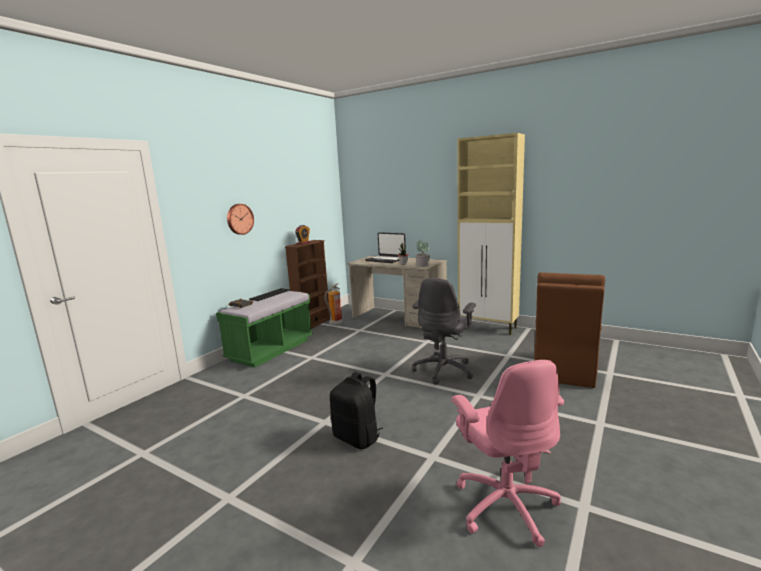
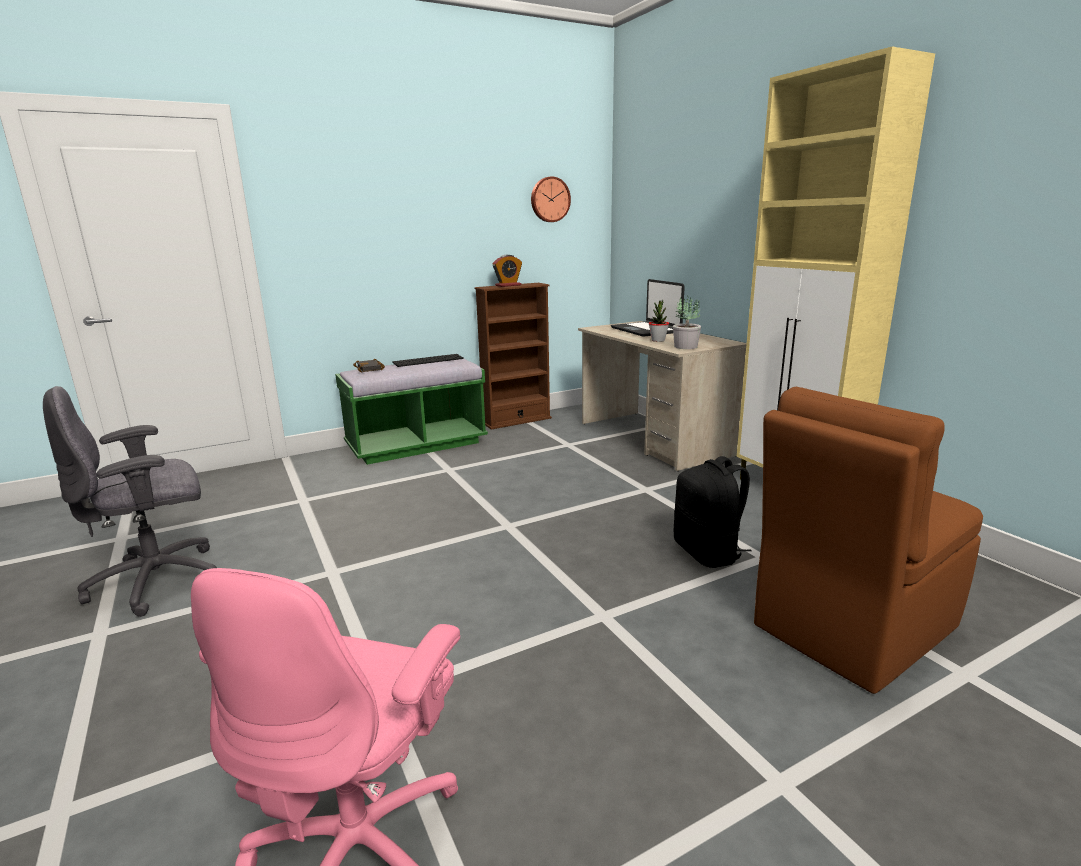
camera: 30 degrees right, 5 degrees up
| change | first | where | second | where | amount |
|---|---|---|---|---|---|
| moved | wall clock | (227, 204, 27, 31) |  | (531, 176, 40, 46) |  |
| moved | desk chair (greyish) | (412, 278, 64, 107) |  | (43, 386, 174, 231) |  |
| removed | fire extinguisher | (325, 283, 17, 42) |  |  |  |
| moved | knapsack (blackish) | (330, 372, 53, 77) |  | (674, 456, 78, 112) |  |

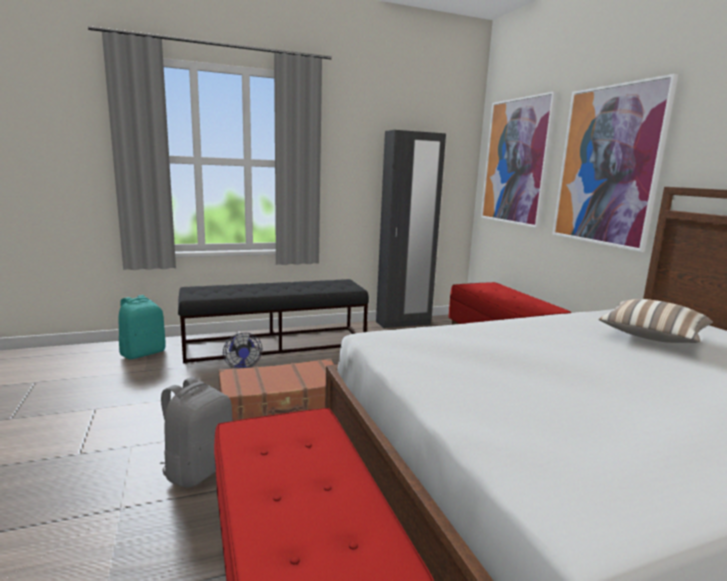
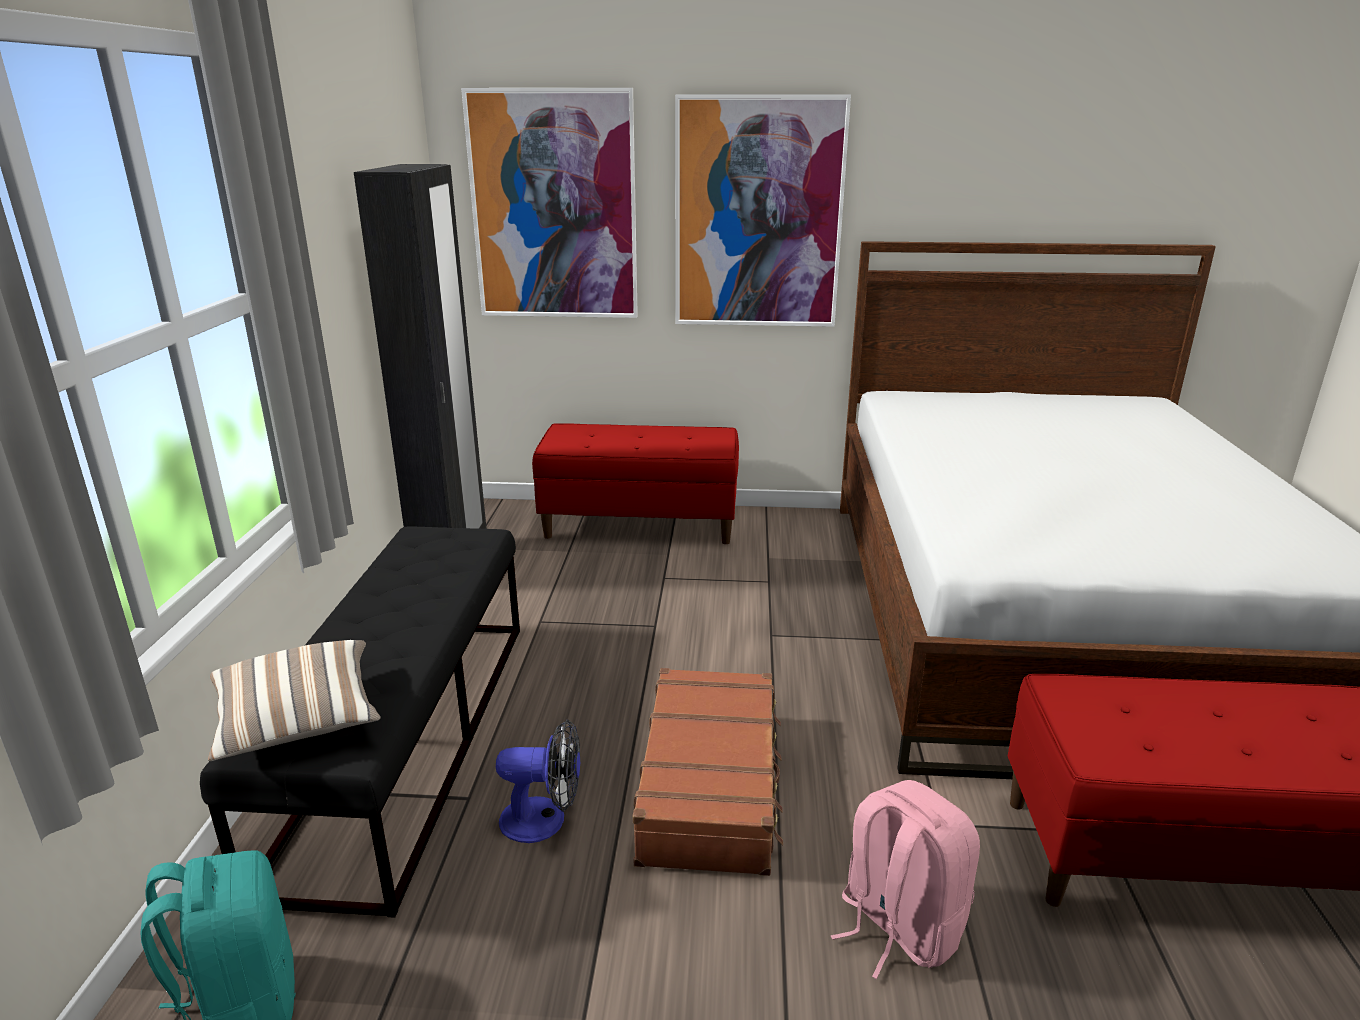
camera: 65 degrees left, 10 degrees up
| change | first | where | second | where | amount |
|---|---|---|---|---|---|
| moved | cushion | (599, 299, 114, 44) |  | (208, 640, 173, 121) |  |
| recoloured | knapsack (greyish) | (160, 377, 72, 110) | knapsack (pinkish) | (831, 780, 149, 199) |  |

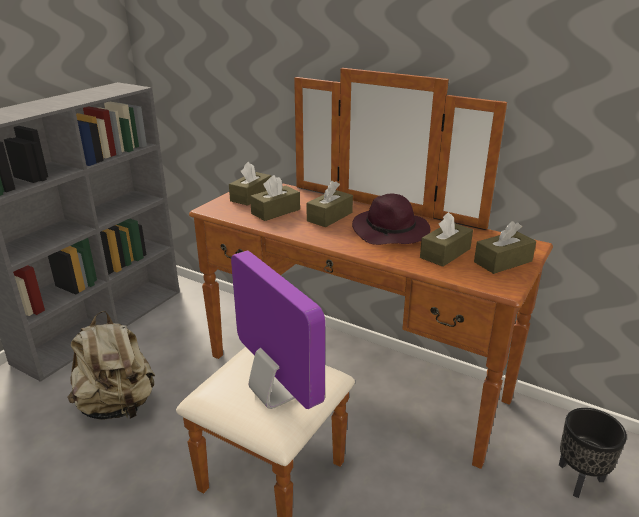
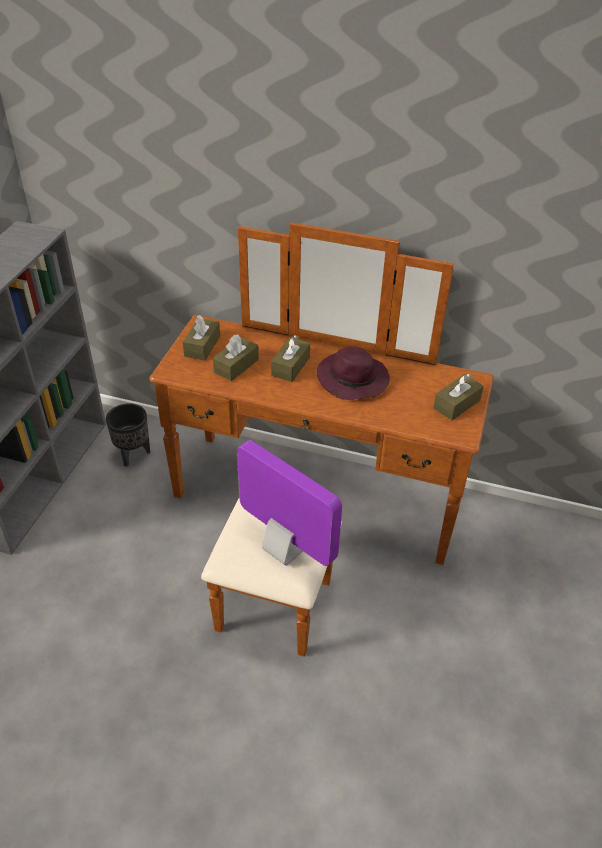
camera: 15 degrees left, 15 degrees up
| change | first | where | second | where | amount |
|---|---|---|---|---|---|
| removed | box of tissues (brownish) | (420, 212, 53, 55) |  |  |  |
| removed | knapsack (sand-coloured) | (67, 311, 88, 110) |  |  |  |
| moved | planter (blackish) | (559, 408, 68, 90) |  | (106, 403, 44, 64) |  |

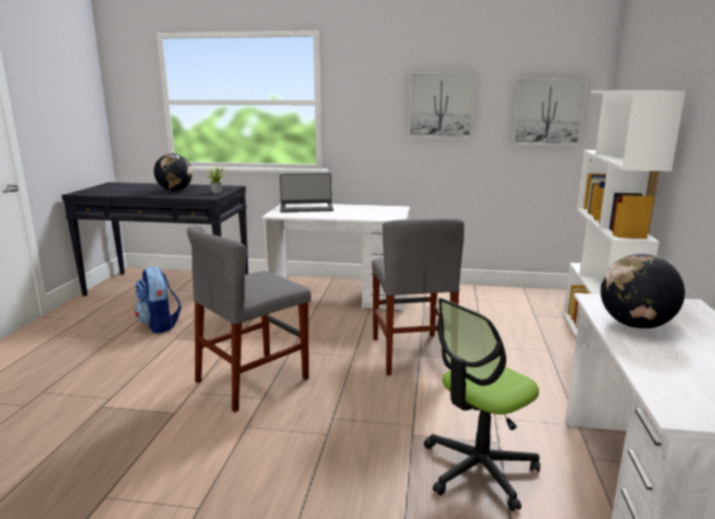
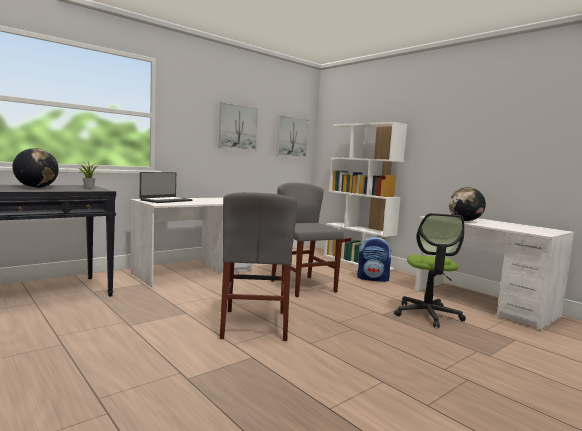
camera: 50 degrees left, 10 degrees down
| change | first | where | second | where | amount |
|---|---|---|---|---|---|
| turned | plain chair (greyish) | (372, 218, 92, 158) |  | (271, 183, 73, 114) | 150 degrees counterclockwise |
| moved | knapsack | (135, 266, 46, 67) |  | (357, 237, 35, 45) |  |

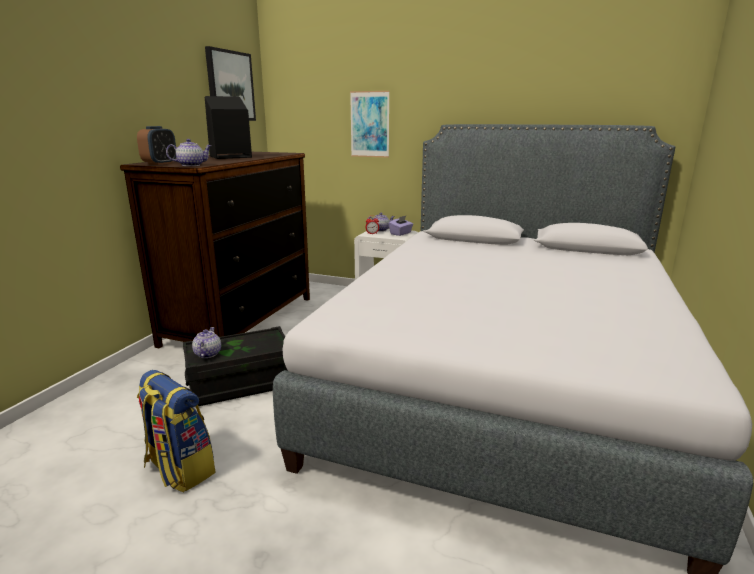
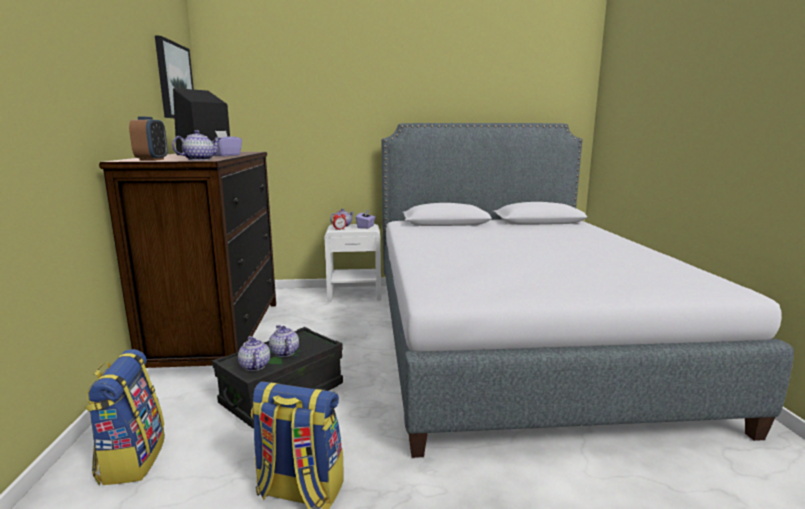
camera: 25 degrees left, 5 degrees down
| change | first | where | second | where | amount |
|---|---|---|---|---|---|
| removed | wall picture | (350, 91, 40, 67) |  |  |  |
| added |  |  | box of tissues (purplish) | (212, 131, 30, 25) |  |
| added |  |  | pot for tea | (269, 325, 30, 32) |  |
| added |  |  | knapsack | (85, 349, 80, 136) |  |

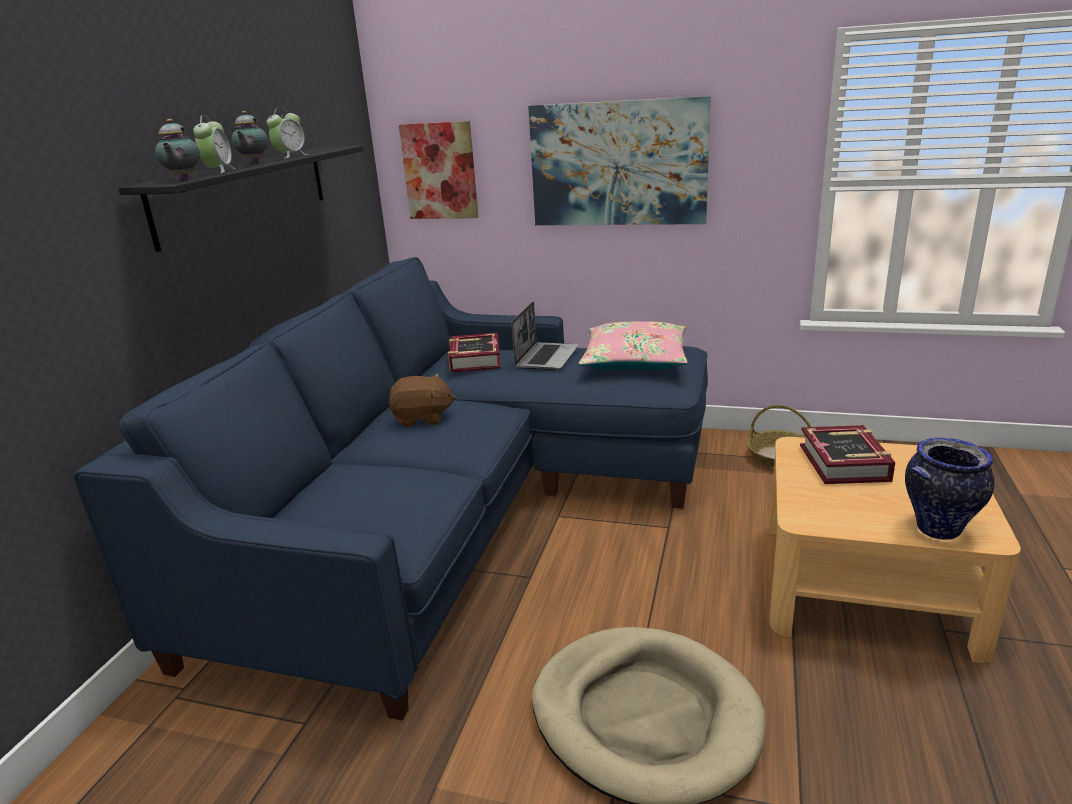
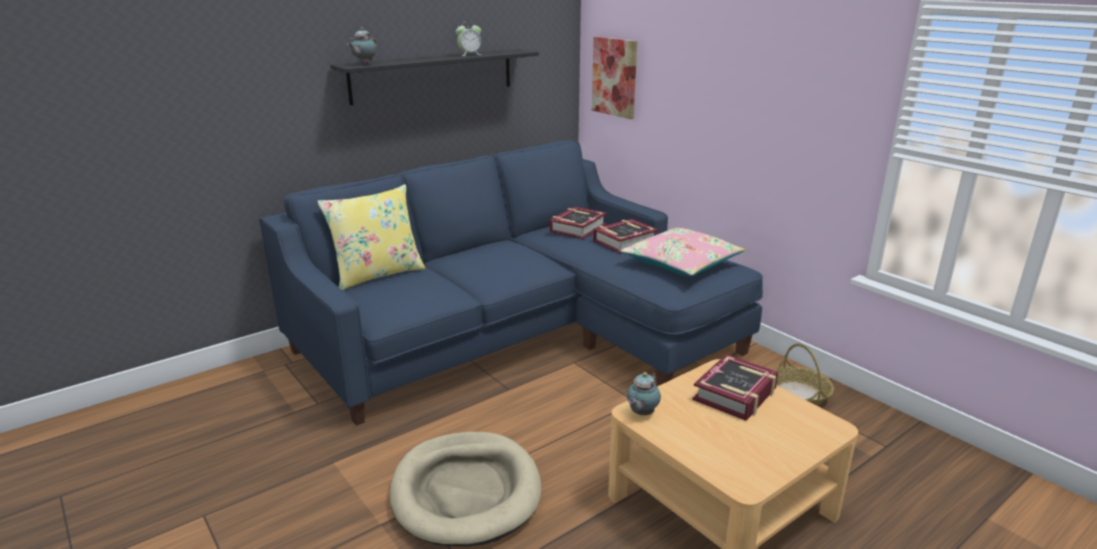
camera: 35 degrees right, 0 degrees up
| change | first | where | second | where | amount |
|---|---|---|---|---|---|
| removed | wall picture | (528, 96, 183, 129) |  |  |  |
| moved | pot for tea | (231, 111, 37, 52) |  | (627, 372, 34, 43) |  |
| removed | table clock | (193, 115, 43, 58) |  |  |  |
| replaced | portable computer | (512, 302, 67, 68) | bound book | (593, 219, 66, 34) |  |
| removed | cuddly toy (brownish) | (389, 374, 67, 53) |  |  |  |
| removed | decorative vase | (905, 438, 89, 102) |  |  |  |
| added |  |  | cushion (yellow-coloured) | (317, 185, 108, 105) |  |

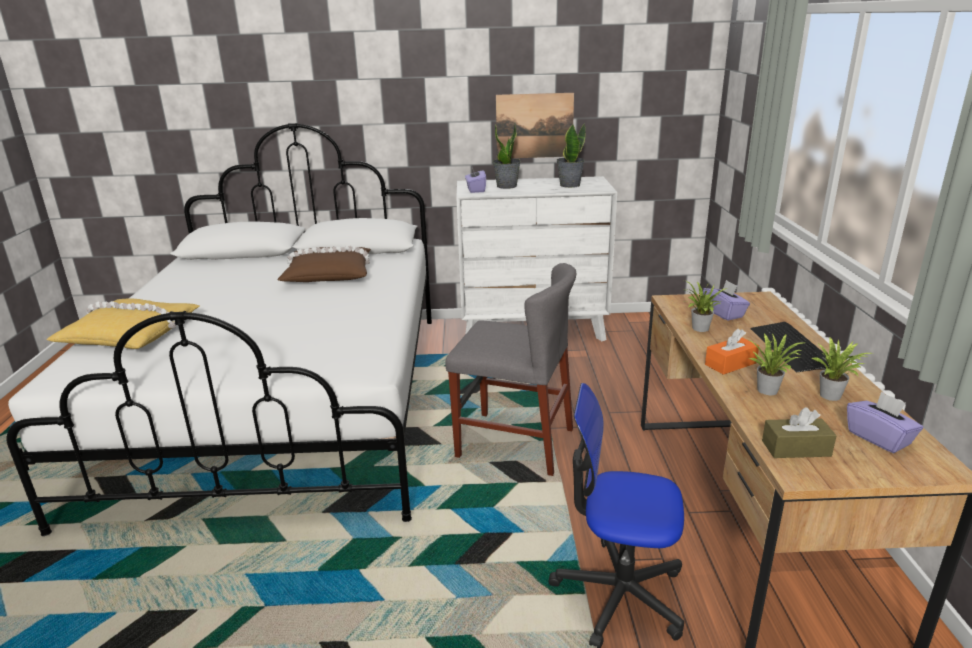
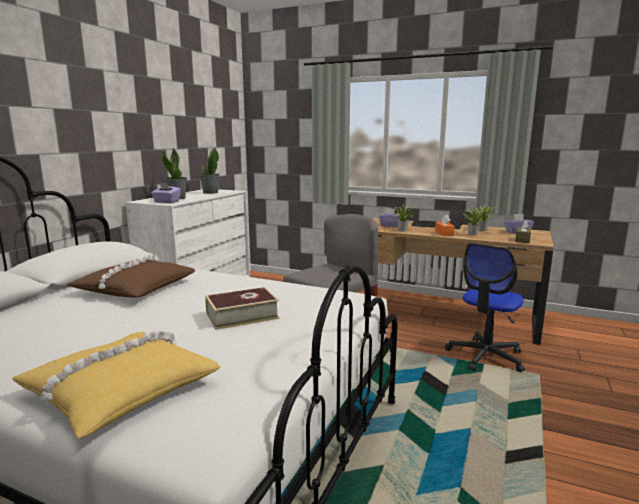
camera: 65 degrees left, 10 degrees down
| change | first | where | second | where | amount |
|---|---|---|---|---|---|
| removed | wall picture | (496, 93, 78, 66) |  |  |  |
| added |  |  | bound book | (205, 287, 74, 43) |  |

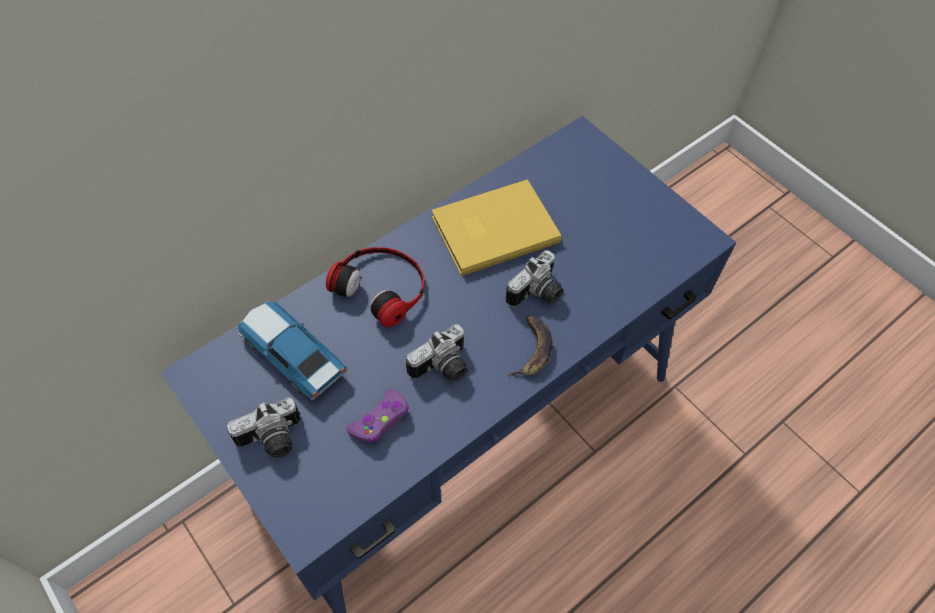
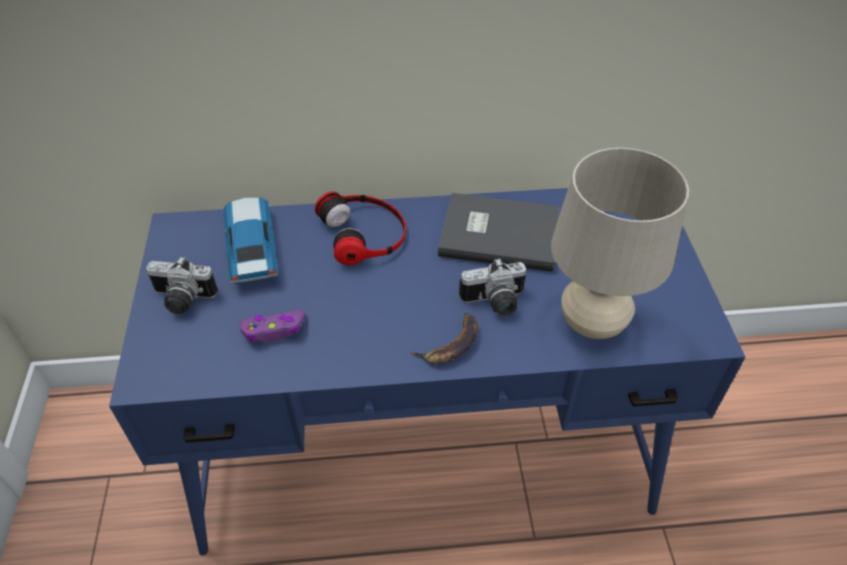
camera: 35 degrees right, 10 degrees down
| change | first | where | second | where | amount |
|---|---|---|---|---|---|
| recoloured | bound book (yellow-coloured) | (431, 179, 131, 97) | bound book (greyish) | (438, 193, 122, 79) |  |
| removed | still camera | (406, 324, 62, 58) |  |  |  |
| added |  |  | tabletop lamp (sand-coloured) | (551, 147, 138, 192) |  |

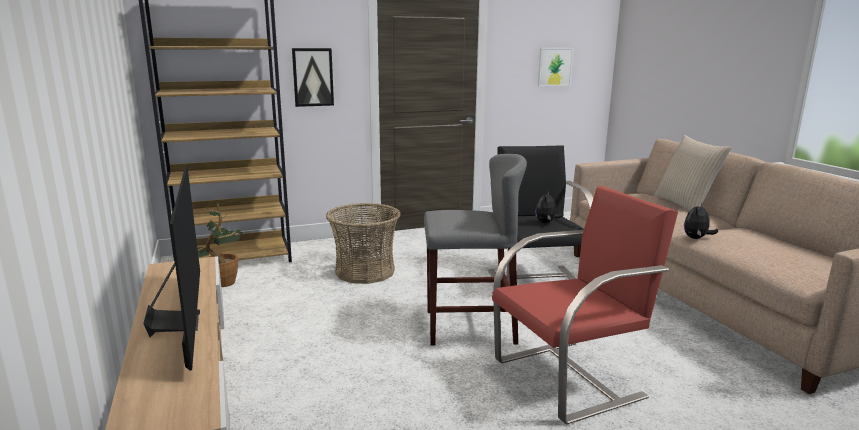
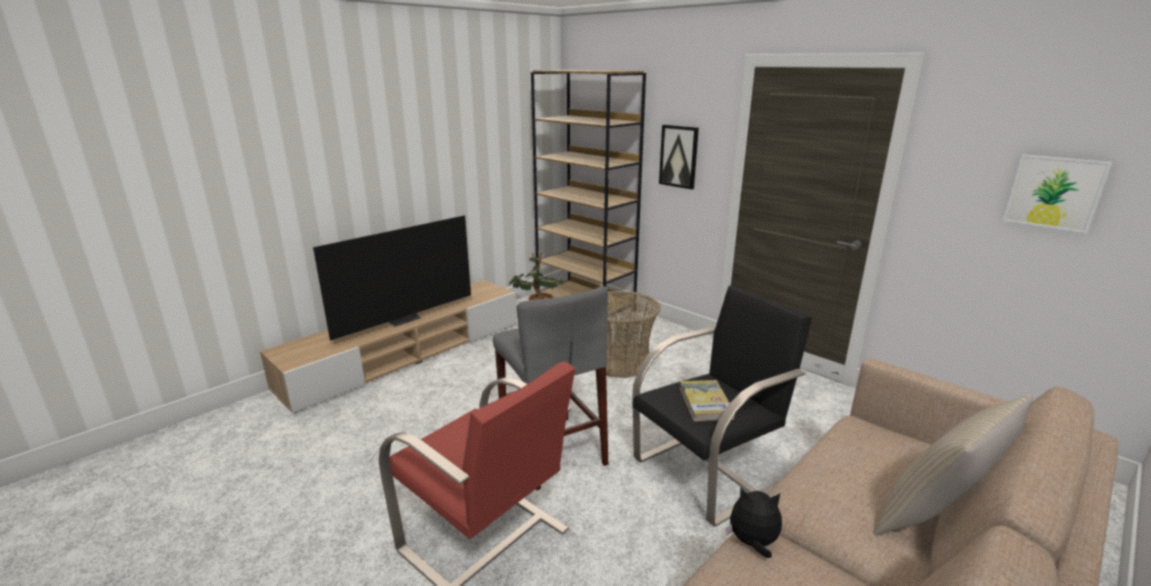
camera: 65 degrees right, 5 degrees up
| change | first | where | second | where | amount |
|---|---|---|---|---|---|
| replaced | cuddly toy | (535, 191, 29, 32) | bound book | (680, 380, 55, 41) |  |

